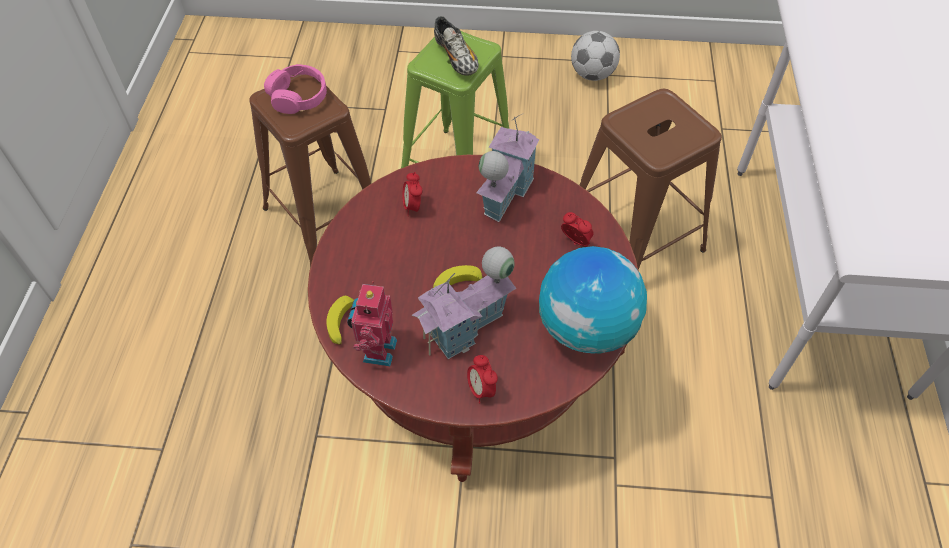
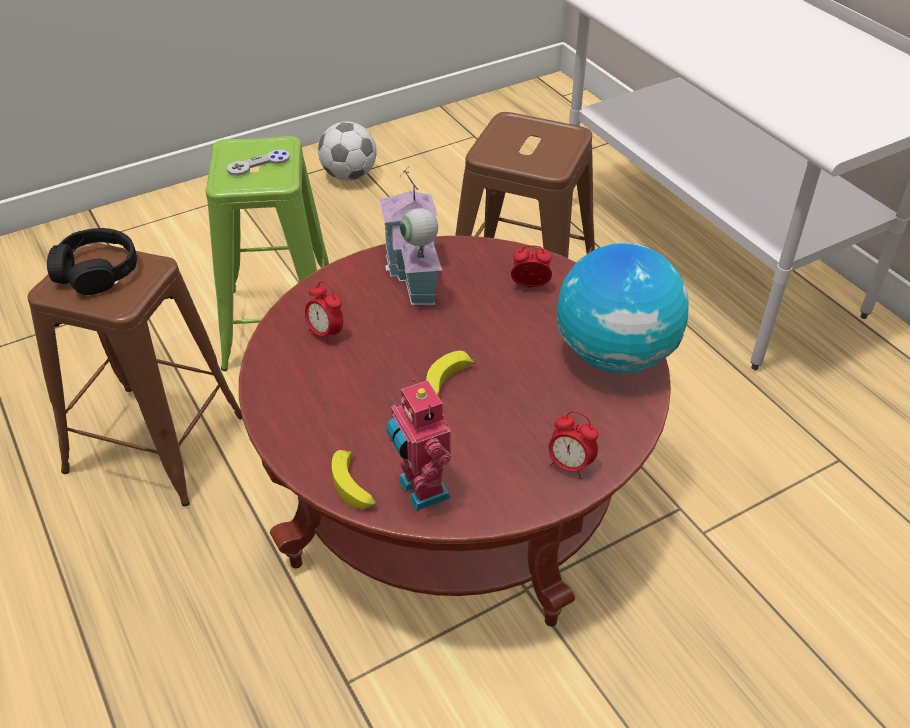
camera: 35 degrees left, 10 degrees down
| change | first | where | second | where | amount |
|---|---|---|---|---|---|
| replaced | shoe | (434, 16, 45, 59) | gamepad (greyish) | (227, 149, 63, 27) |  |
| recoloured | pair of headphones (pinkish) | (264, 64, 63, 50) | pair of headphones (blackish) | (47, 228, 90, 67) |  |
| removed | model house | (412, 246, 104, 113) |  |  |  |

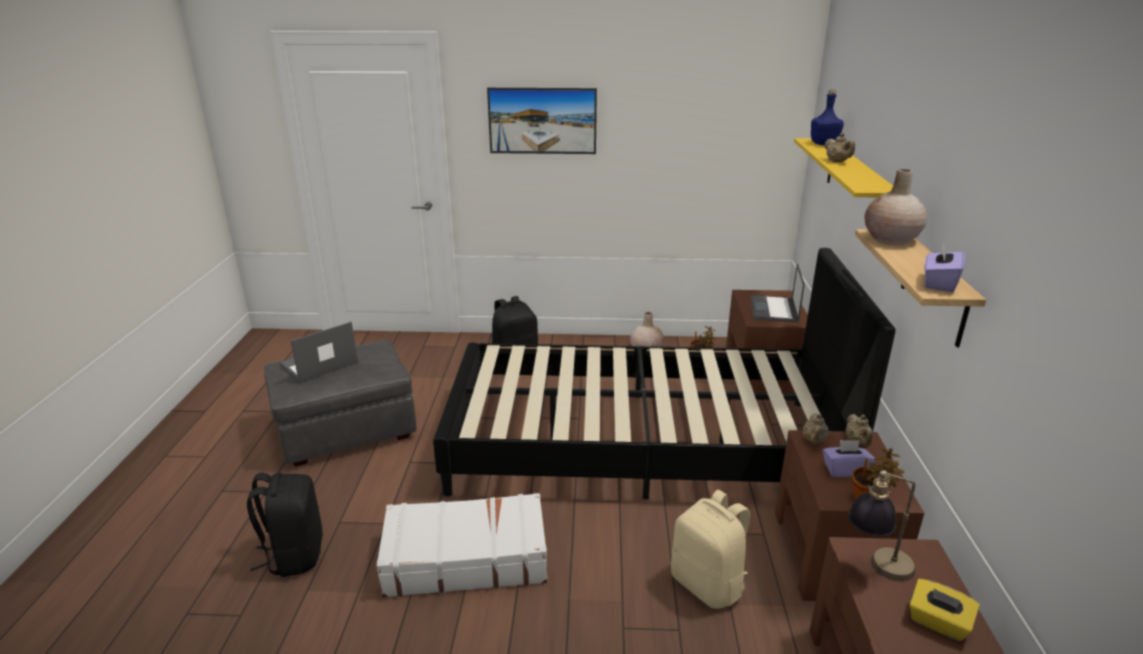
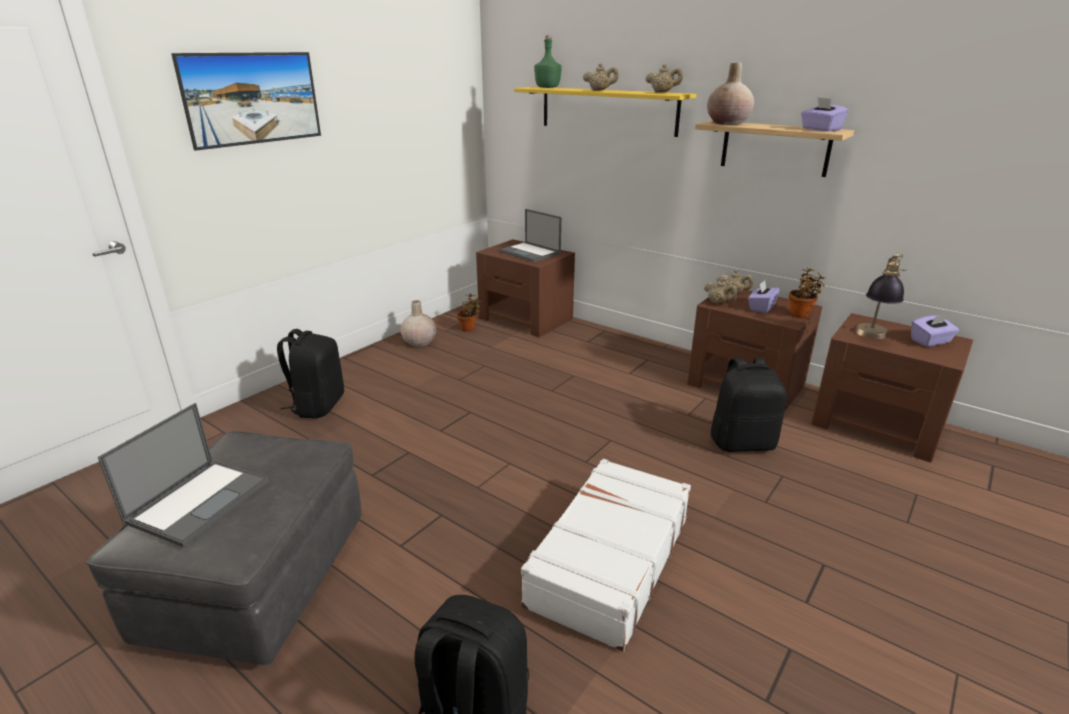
camera: 55 degrees left, 0 degrees up
| change | first | where | second | where | amount |
|---|---|---|---|---|---|
| recoloured | drink bottle (bluish) | (811, 90, 33, 55) | drink bottle (green) | (534, 35, 28, 53) |  |
| removed | bed (blackish) | (433, 248, 462, 251) |  |  |  |
| turned | portable computer | (279, 322, 79, 61) |  | (98, 403, 171, 144) | 150 degrees counterclockwise |
| recoloured | knapsack (sand-coloured) | (671, 490, 79, 119) | knapsack (blackish) | (711, 357, 76, 95) |  |
| recoloured | box of tissues (yellow-coloured) | (909, 579, 71, 62) | box of tissues (purplish) | (911, 315, 48, 32) |  |
| added |  |  | pot for tea (sand-coloured) | (646, 64, 37, 29) |  |

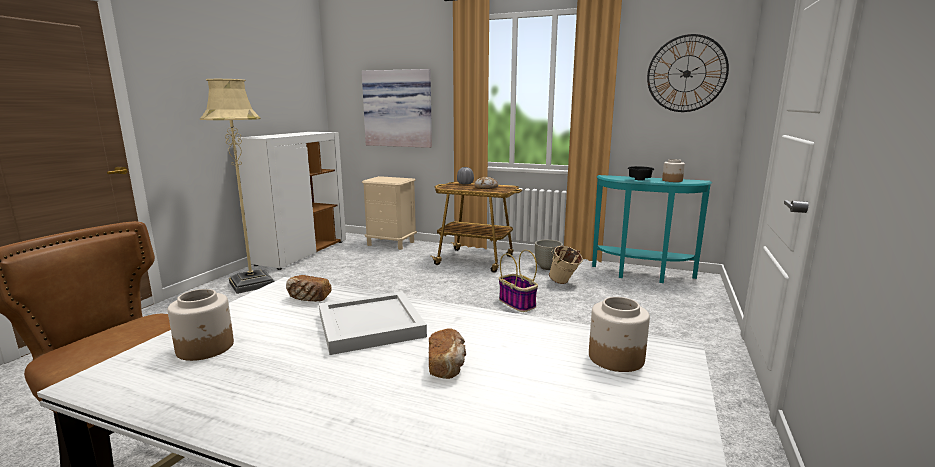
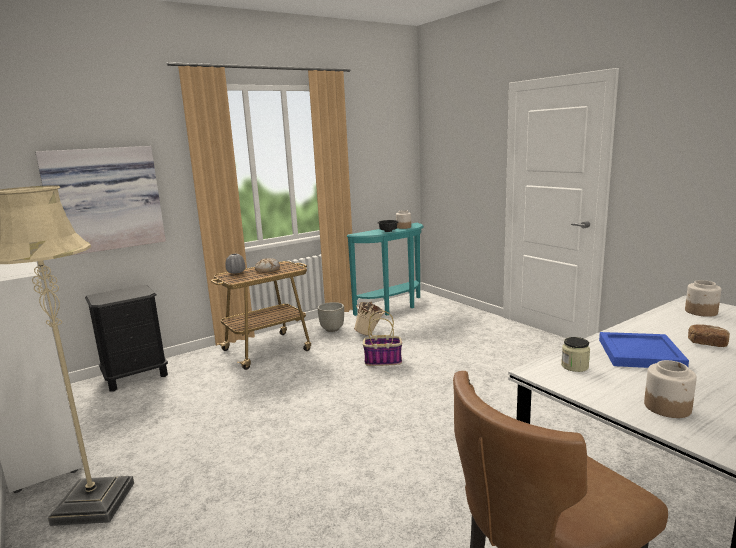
camera: 55 degrees left, 0 degrees up
| change | first | where | second | where | amount |
|---|---|---|---|---|---|
| removed | wall clock | (647, 34, 82, 78) |  |  |  |
| recoloured | night table (sand-coloured) | (362, 176, 55, 74) | night table (blackish) | (85, 284, 83, 108) |  |
| replaced | baked bread | (286, 275, 46, 27) | jar | (561, 337, 29, 35) |  |
| recoloured | serving tray (white-coloured) | (319, 291, 108, 64) | serving tray (bluish) | (599, 332, 90, 36) |  |

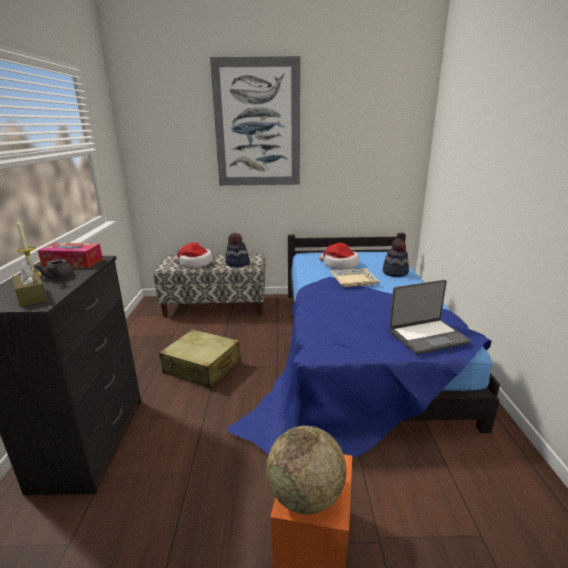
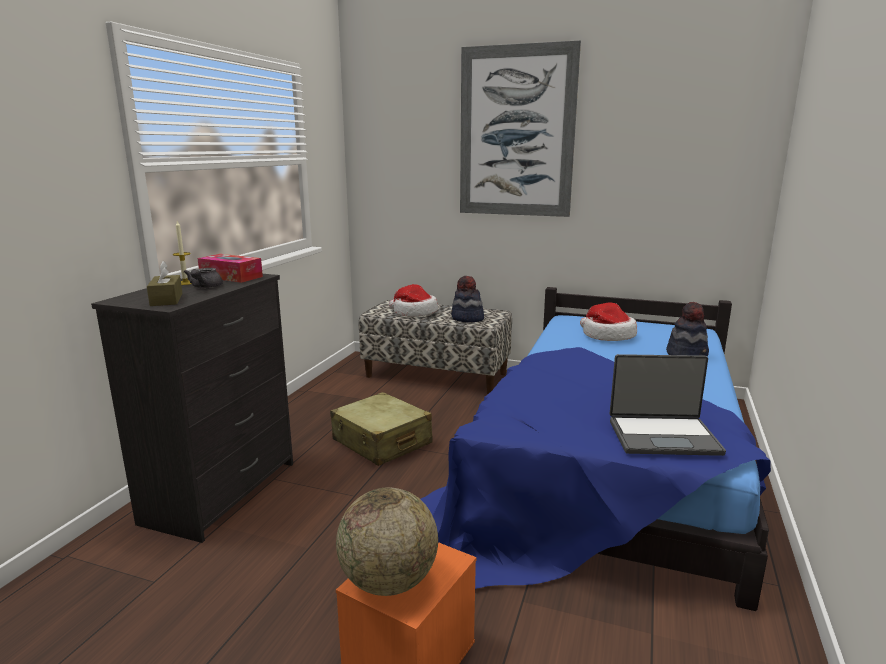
camera: 20 degrees right, 5 degrees down
| change | first | where | second | where | amount |
|---|---|---|---|---|---|
| removed | serving tray (sand-coloured) | (331, 268, 49, 19) |  |  |  |

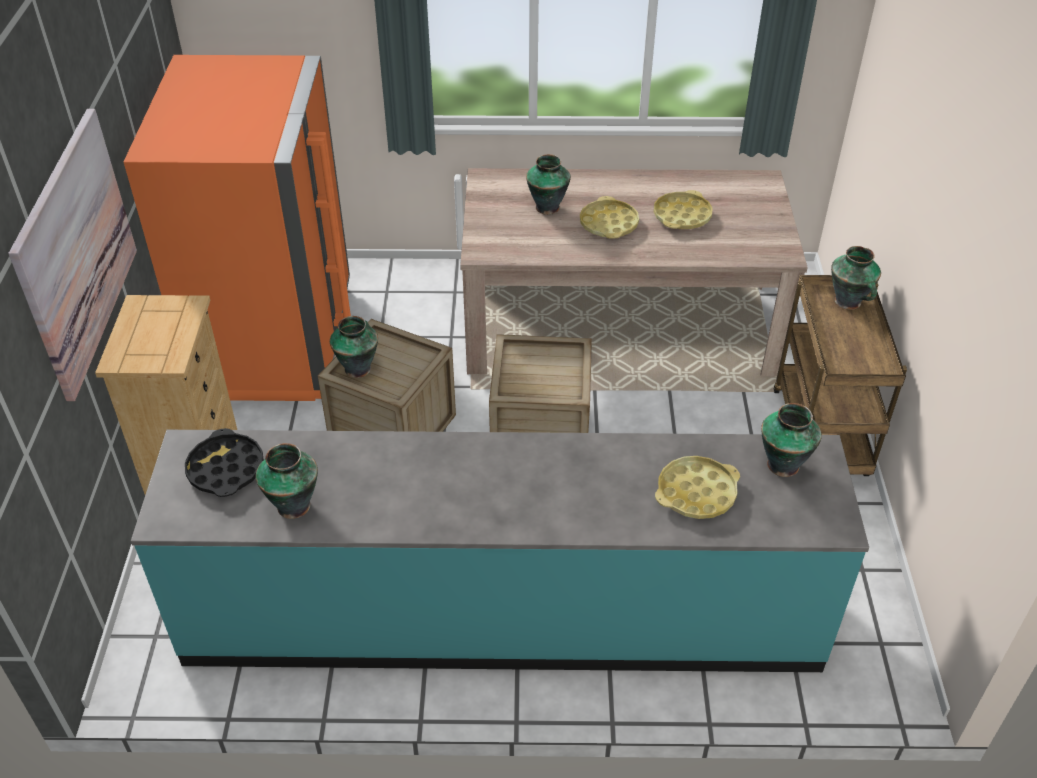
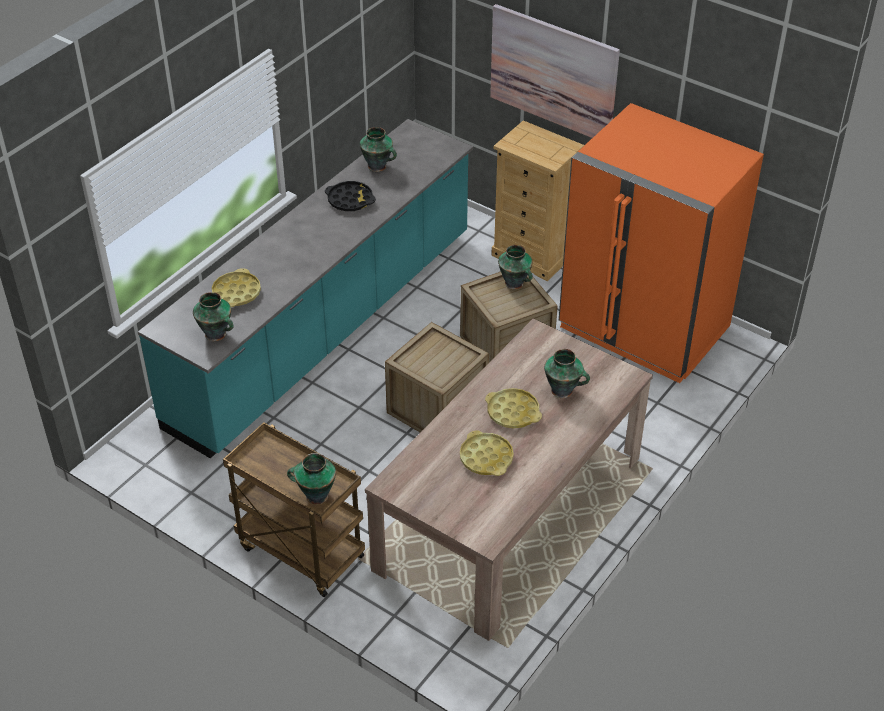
camera: 125 degrees right, 0 degrees up
| change | first | where | second | where | amount |
|---|---|---|---|---|---|
| moved | serving tray (blackish) | (185, 428, 79, 69) |  | (325, 181, 51, 30) |  |

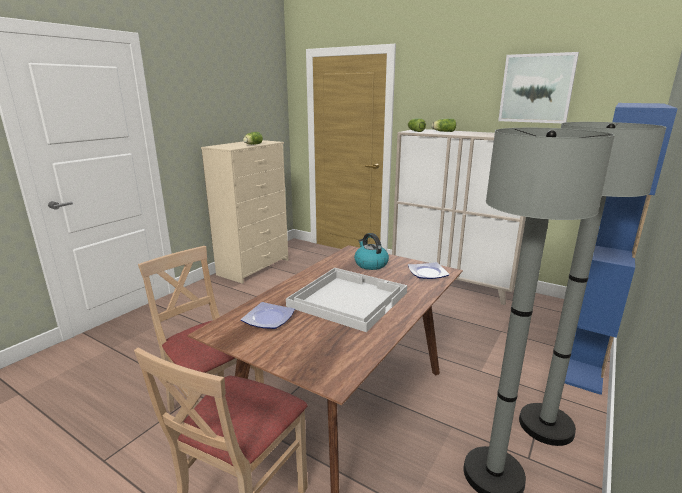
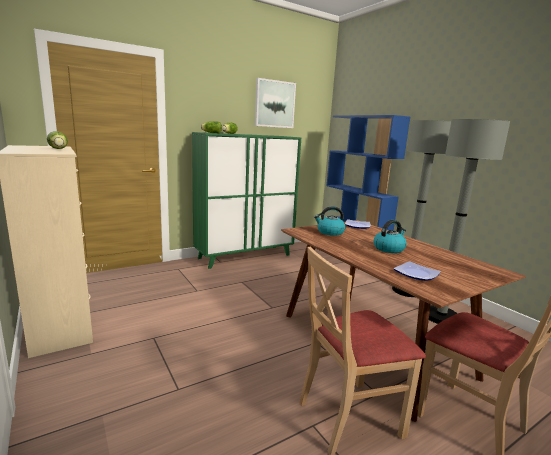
camera: 65 degrees left, 5 degrees down
| change | first | where | second | where | amount |
|---|---|---|---|---|---|
| recoloured | storage cabinet (sand-coloured) | (392, 129, 134, 176) | storage cabinet (green) | (192, 132, 109, 137) |  |
| replaced | serving tray (white-coloured) | (286, 268, 121, 64) | tea kettle | (374, 220, 33, 33) |  |

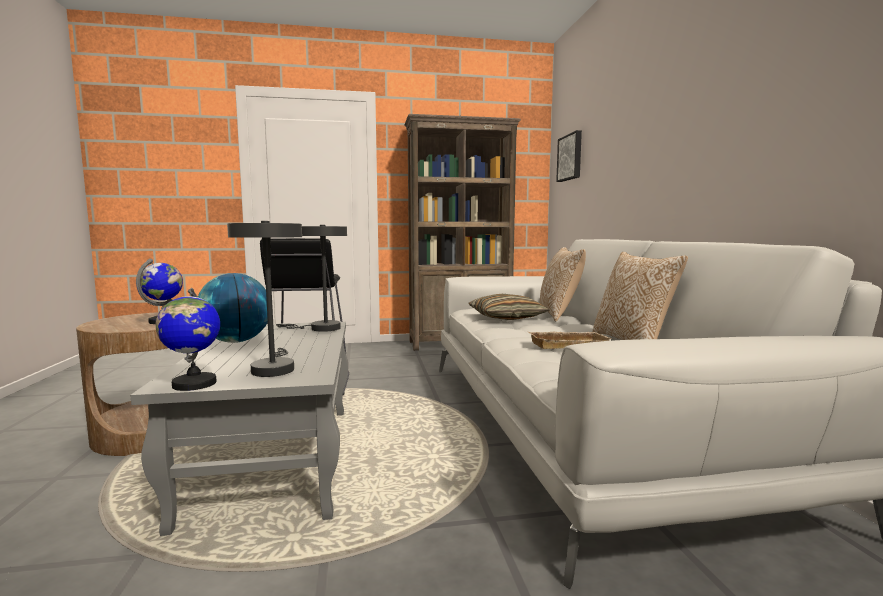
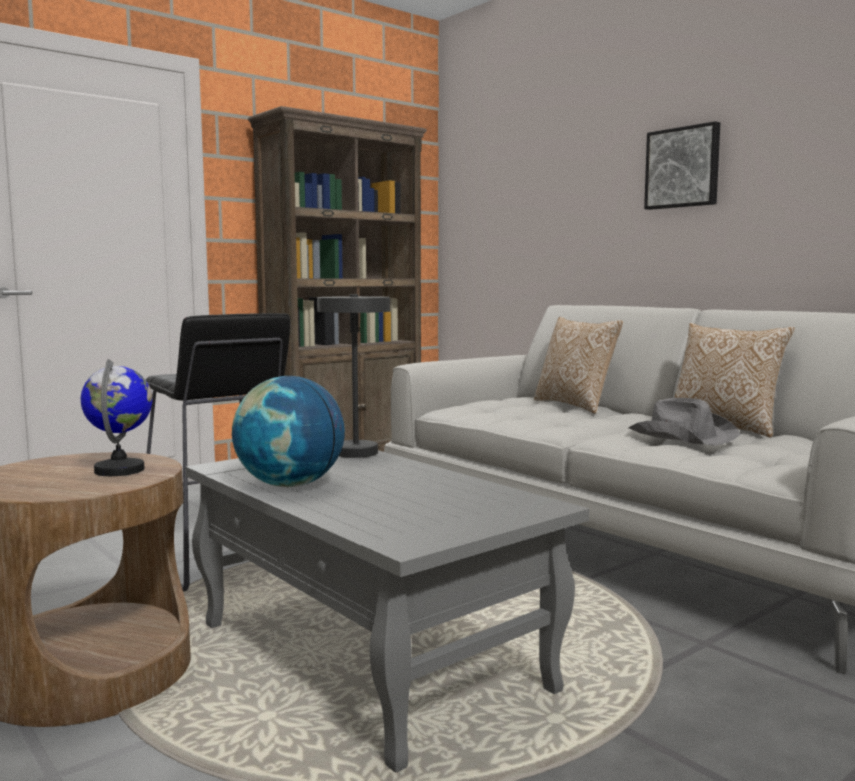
camera: 30 degrees left, 0 degrees up
| change | first | where | second | where | amount |
|---|---|---|---|---|---|
| moved | wall picture | (556, 130, 26, 52) |  | (644, 121, 76, 89) |  |
| removed | tabletop lamp (greyish) | (227, 221, 75, 156) |  |  |  |
| removed | desk globe | (156, 288, 64, 103) |  |  |  |
| removed | cushion | (468, 294, 82, 26) |  |  |  |
| replaced | serving tray (sand-coloured) | (528, 332, 84, 17) | wearable hat (greyish) | (628, 398, 112, 48) |  |

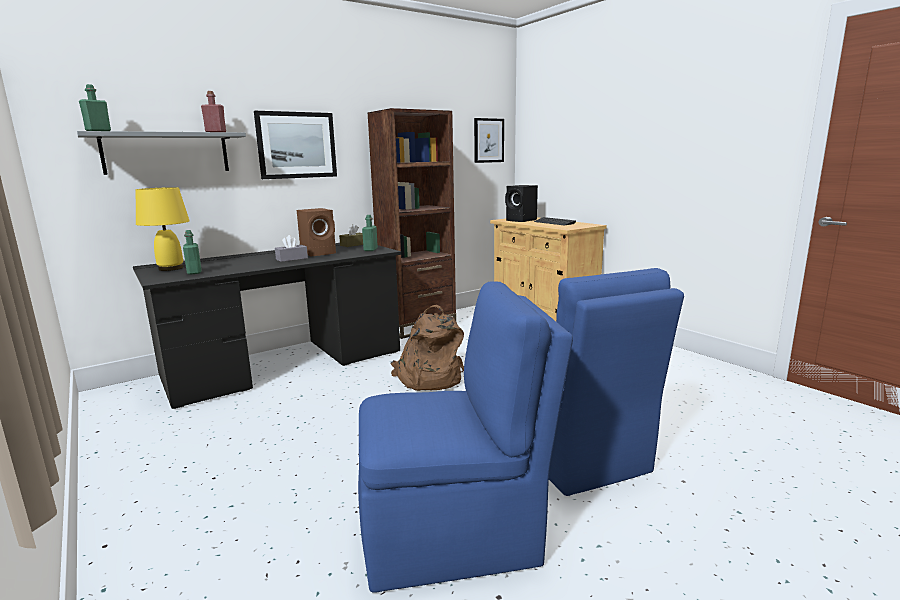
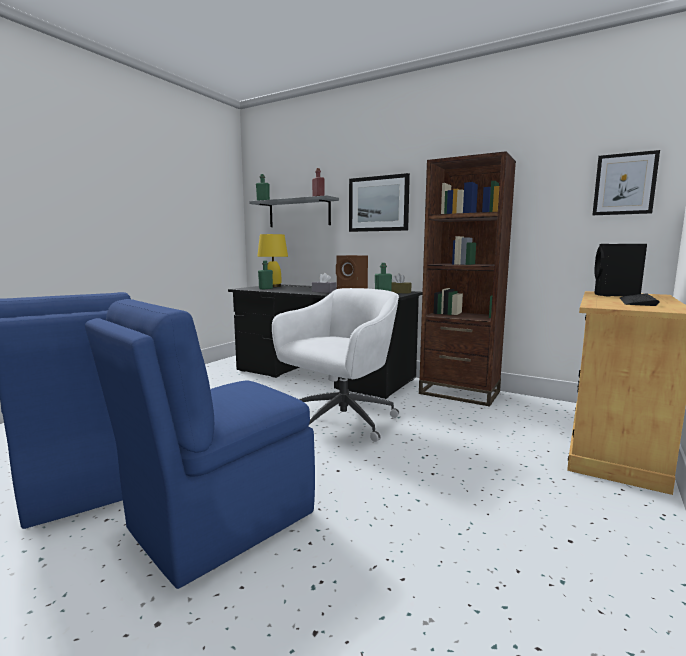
camera: 65 degrees right, 5 degrees down
| change | first | where | second | where | amount |
|---|---|---|---|---|---|
| replaced | knapsack (brownish) | (390, 305, 74, 86) | desk chair (white-coloured) | (272, 288, 127, 154) |  |

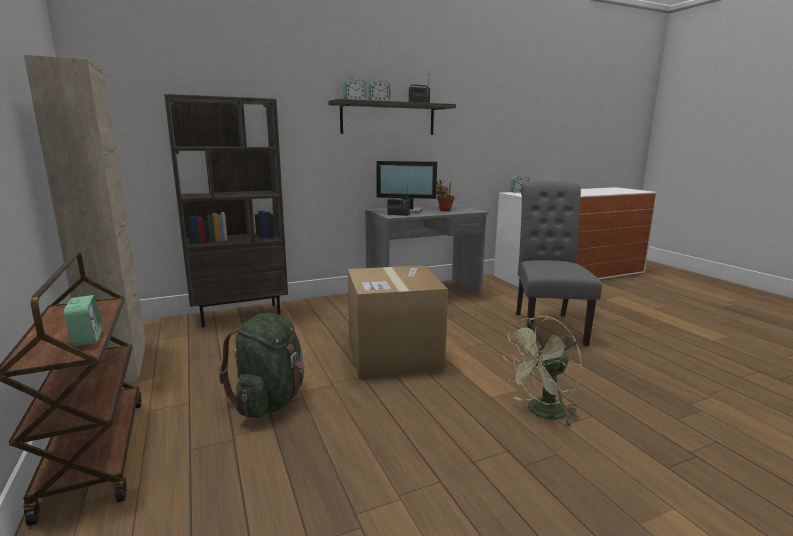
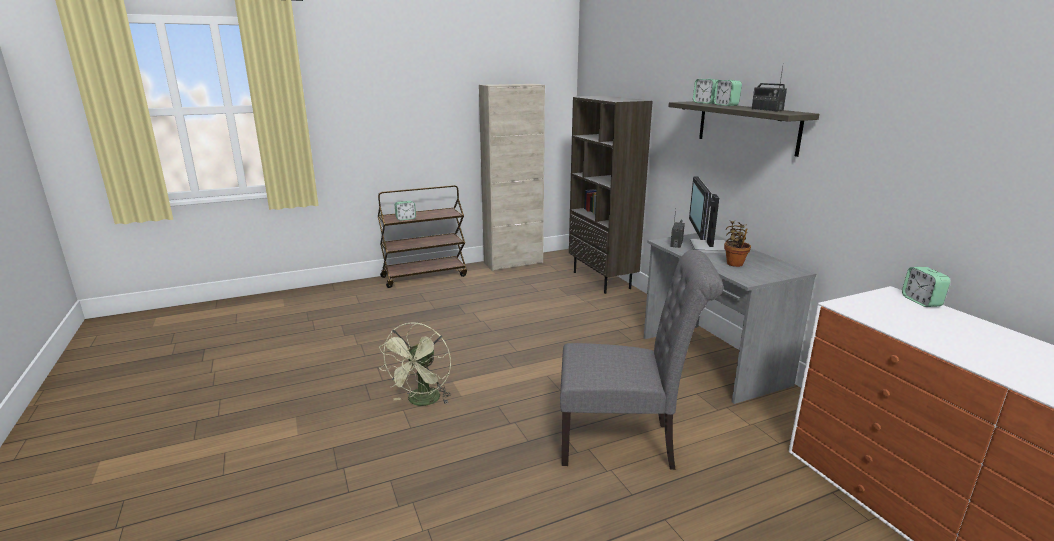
camera: 90 degrees right, 5 degrees up
| change | first | where | second | where | amount |
|---|---|---|---|---|---|
| removed | packing box | (348, 265, 100, 114) |  |  |  |
| removed | knapsack (green) | (219, 313, 86, 105) |  |  |  |
| turned | fan (green) | (503, 316, 79, 112) |  | (379, 322, 72, 84) | 135 degrees counterclockwise |

